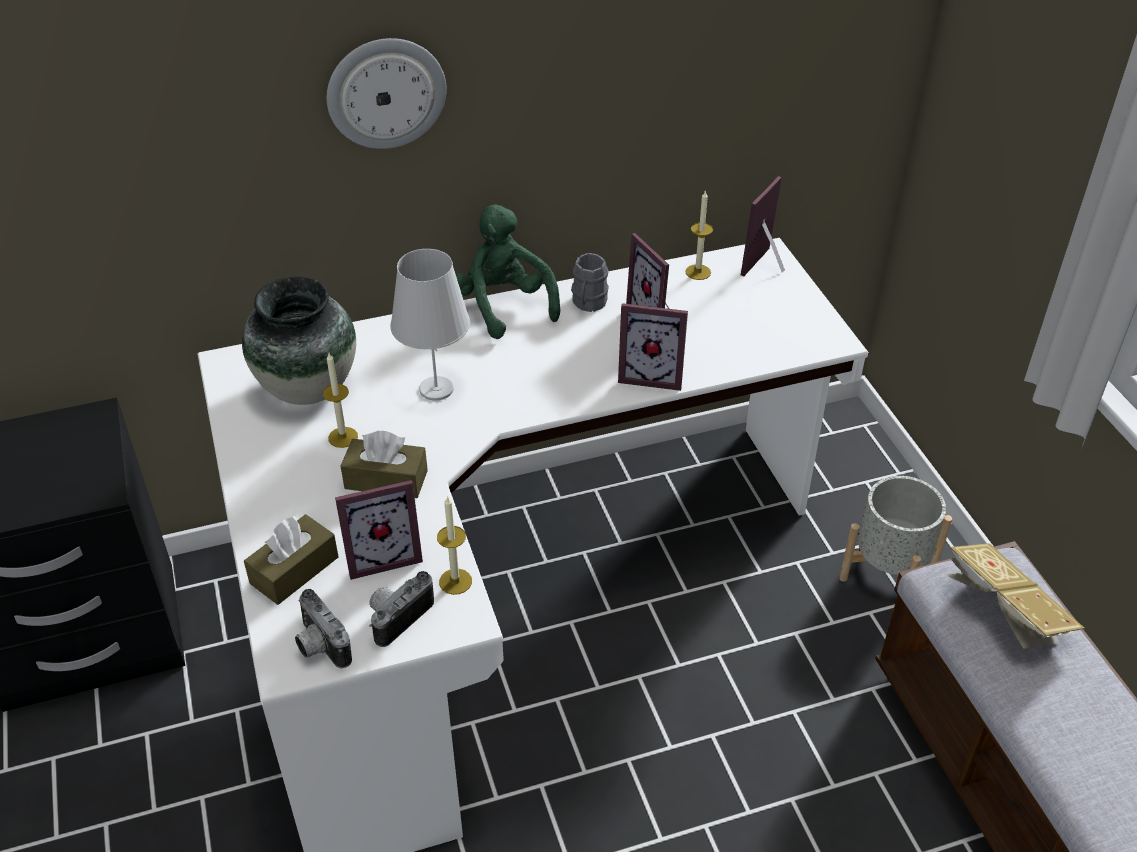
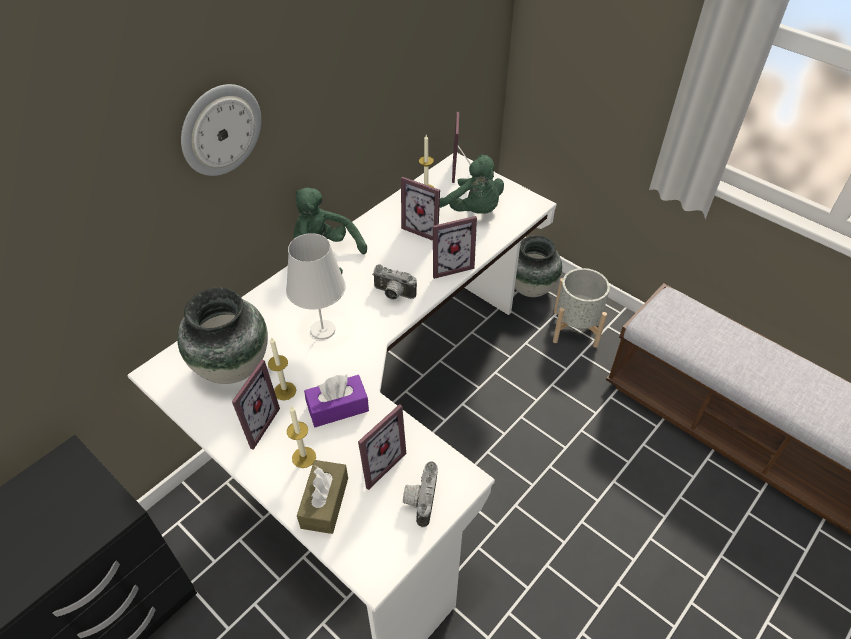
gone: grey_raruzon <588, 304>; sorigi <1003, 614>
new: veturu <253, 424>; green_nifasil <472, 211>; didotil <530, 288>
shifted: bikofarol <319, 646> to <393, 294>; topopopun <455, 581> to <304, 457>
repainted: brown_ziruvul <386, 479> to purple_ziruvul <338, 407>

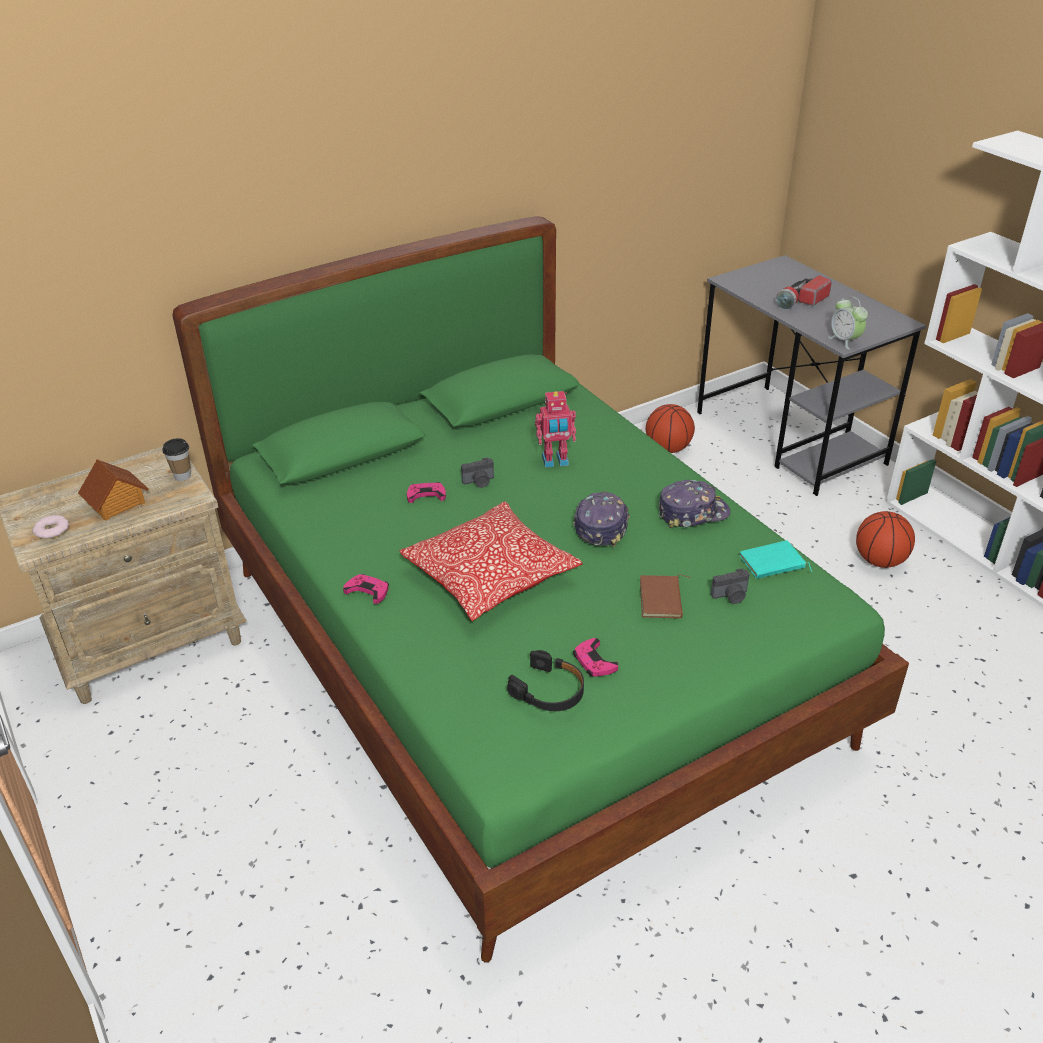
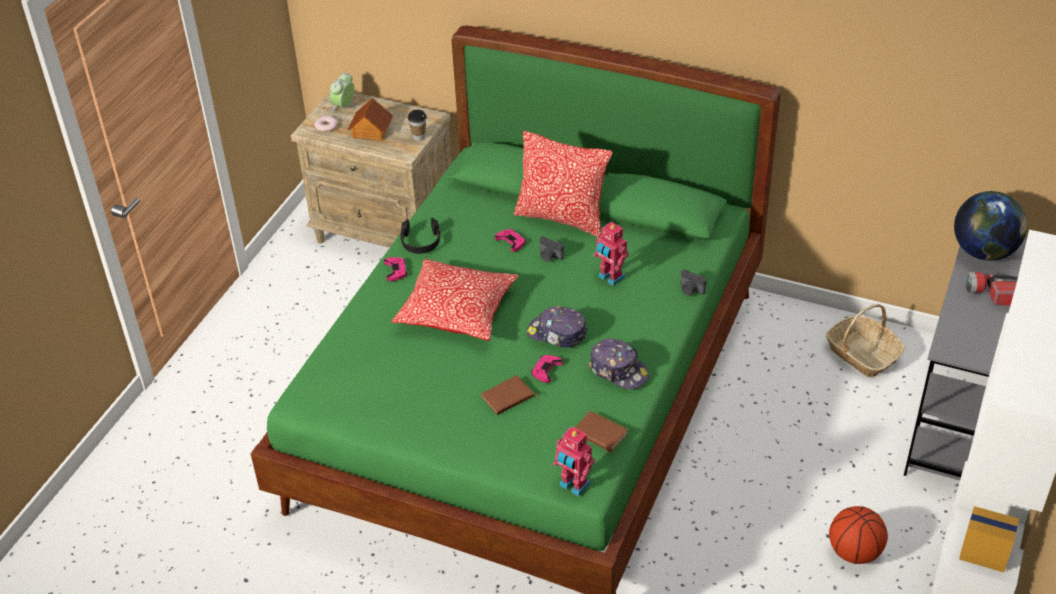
new: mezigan <562, 218>; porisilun <573, 485>; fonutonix <984, 252>
shifted: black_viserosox <549, 690> to <420, 241>; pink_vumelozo <594, 661> to <546, 370>; bikofarol <731, 596> to <690, 290>; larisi <844, 341> to <343, 106>
swapped: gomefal <668, 449> to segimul <862, 354>
repainted: turquoise_sorigi <772, 564> to brown_sorigi <599, 435>
rotated: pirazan <601, 525> = <557, 334> 135 degrees counterclockwise

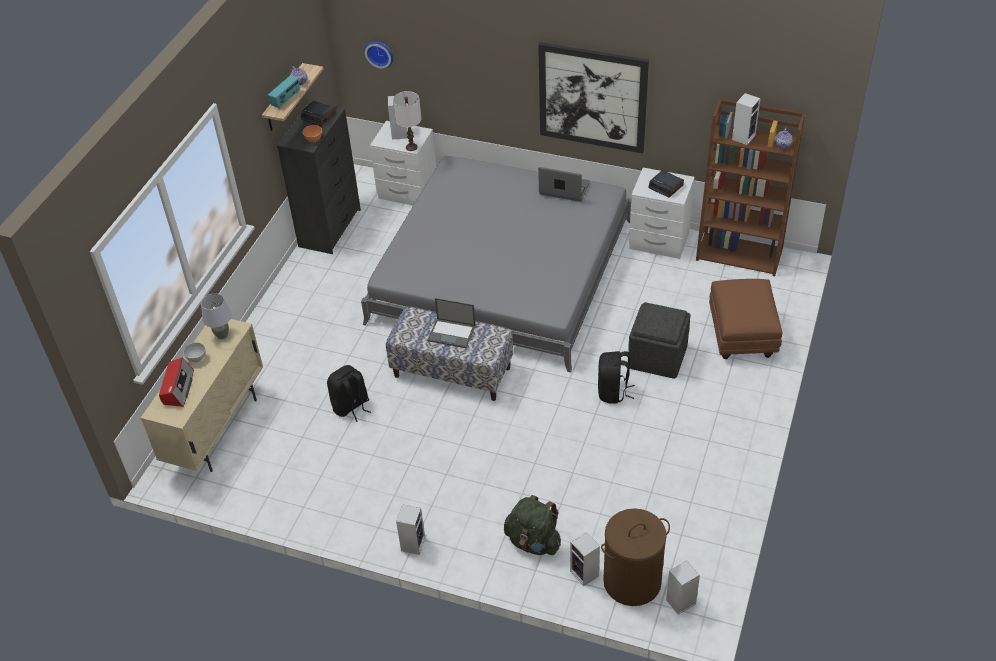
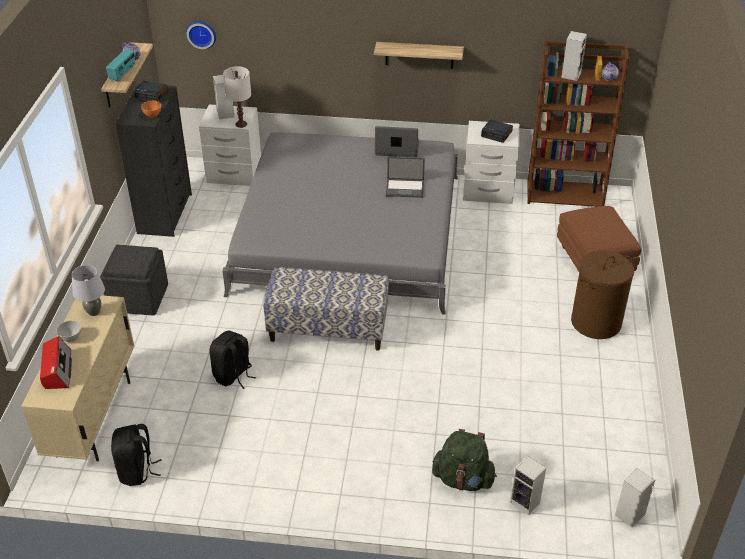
gone: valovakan <413, 543>
shifted: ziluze <452, 333> to <405, 188>; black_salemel <613, 392> to <137, 471>; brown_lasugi <632, 582> to <596, 322>; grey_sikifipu <657, 356> to <138, 297>
swapped: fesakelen <592, 97> to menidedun <419, 55>

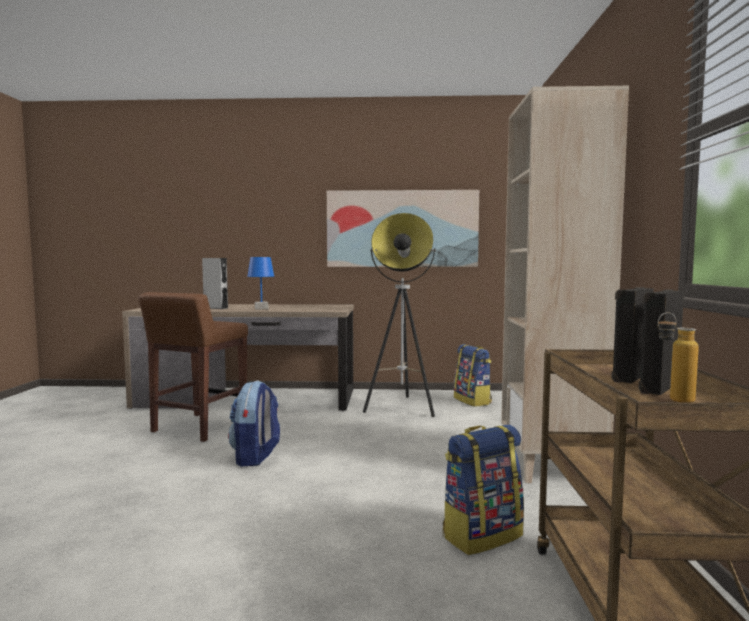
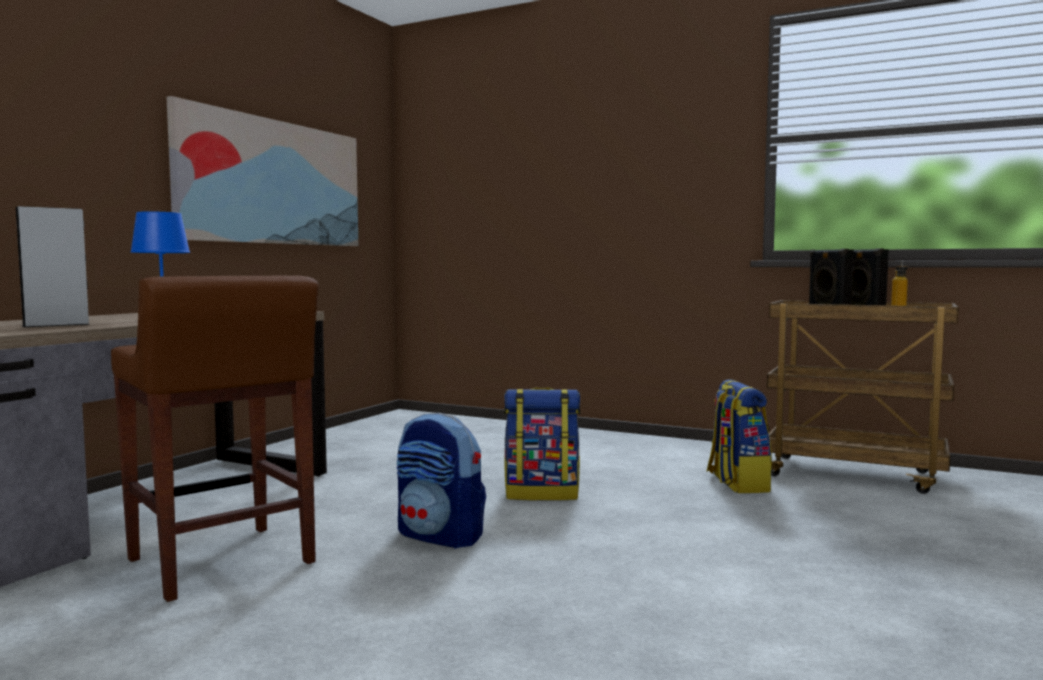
gone: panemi <402, 407>; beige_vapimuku <551, 465>
shifted: salemel <473, 401> to <542, 493>

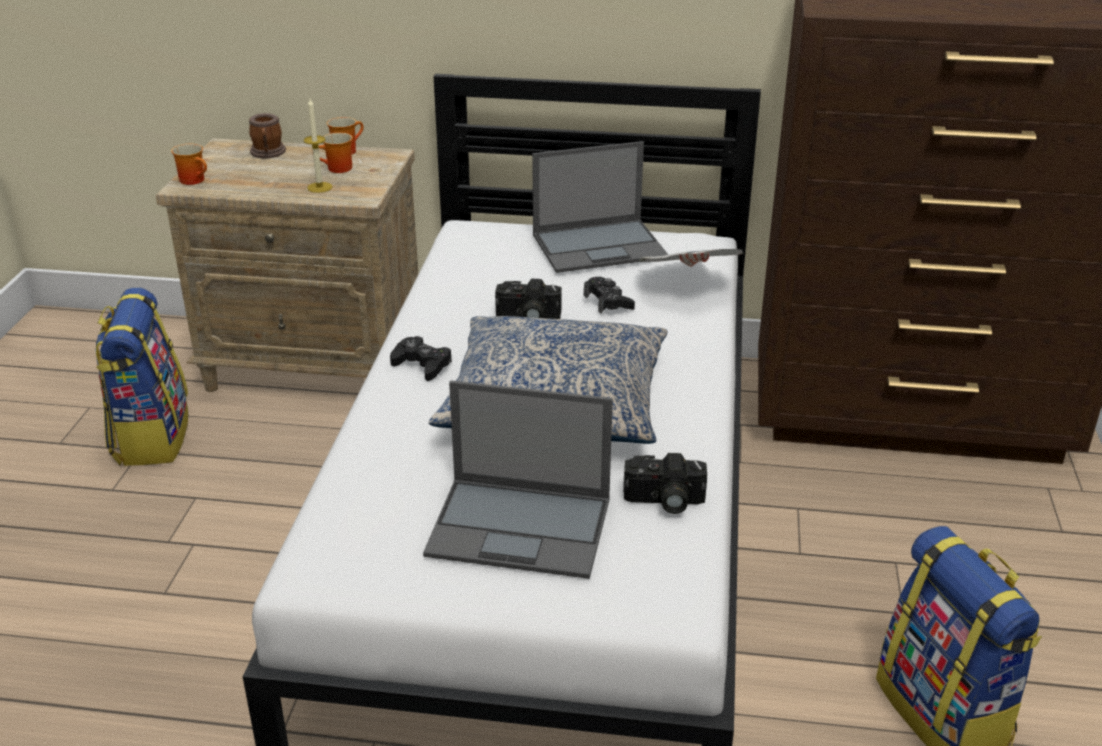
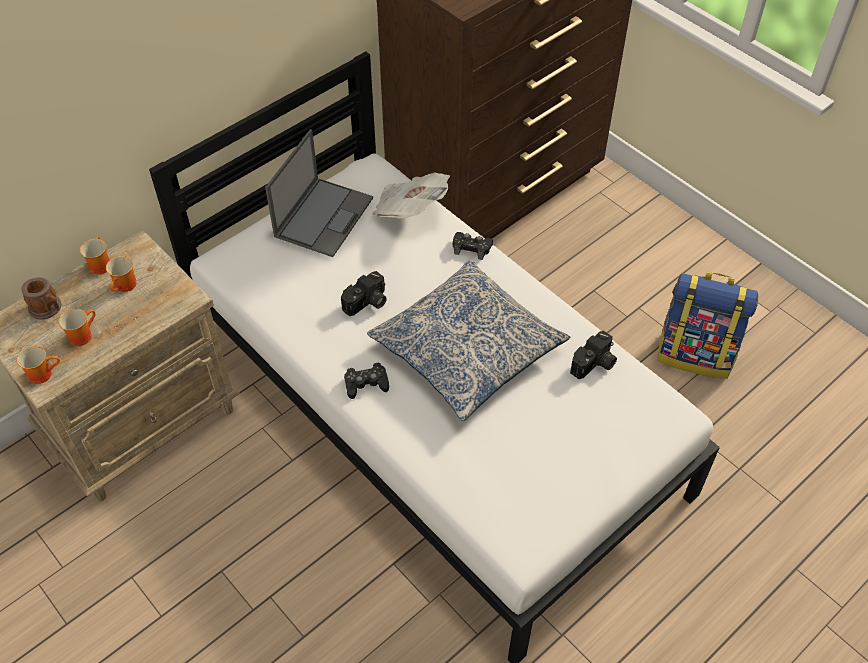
gone: salemel <151, 436>; topopopun <319, 187>; ziluze <522, 527>
new: raruzon <81, 335>
shifted: black_vumelozo <608, 302> to <471, 248>

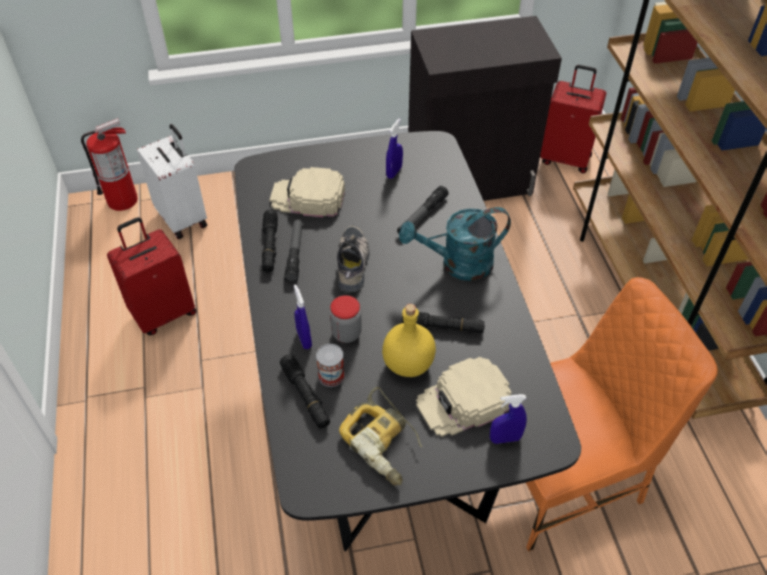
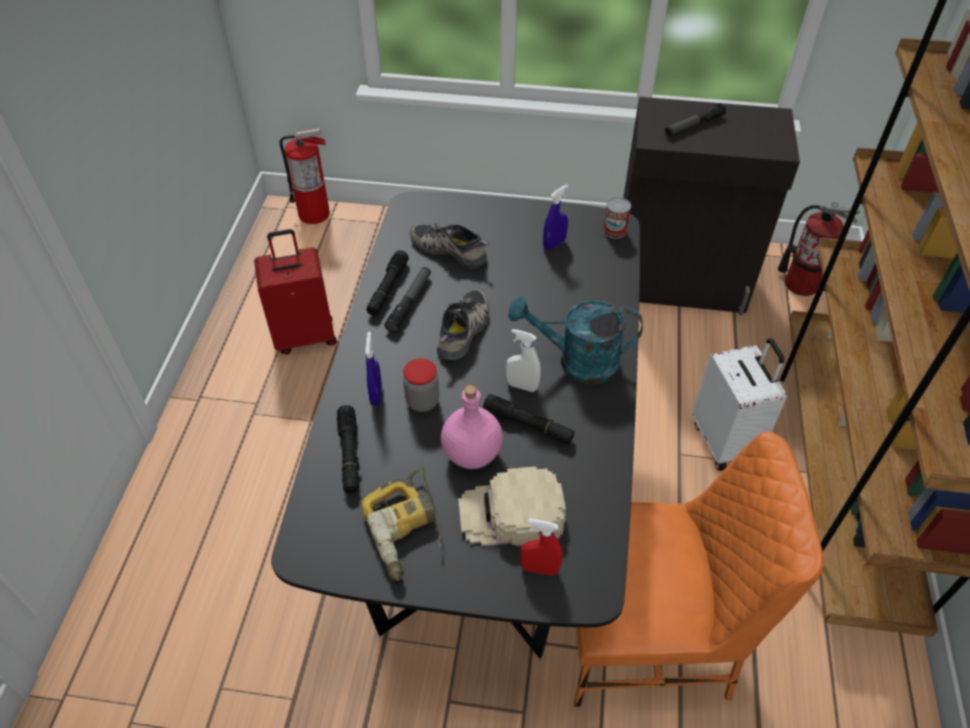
new: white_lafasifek <522, 386>
shifted: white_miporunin <183, 218> to <725, 441>; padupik <331, 376> to <614, 230>; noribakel <422, 215> to <693, 125>
swapped: beige_pirazan <308, 198> to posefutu <450, 249>; red_miporunin <565, 158> to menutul <801, 283>
repainted: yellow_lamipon <407, 364> to pink_lamipon <471, 454>; blue_lafasifek <505, 439> to red_lafasifek <539, 569>

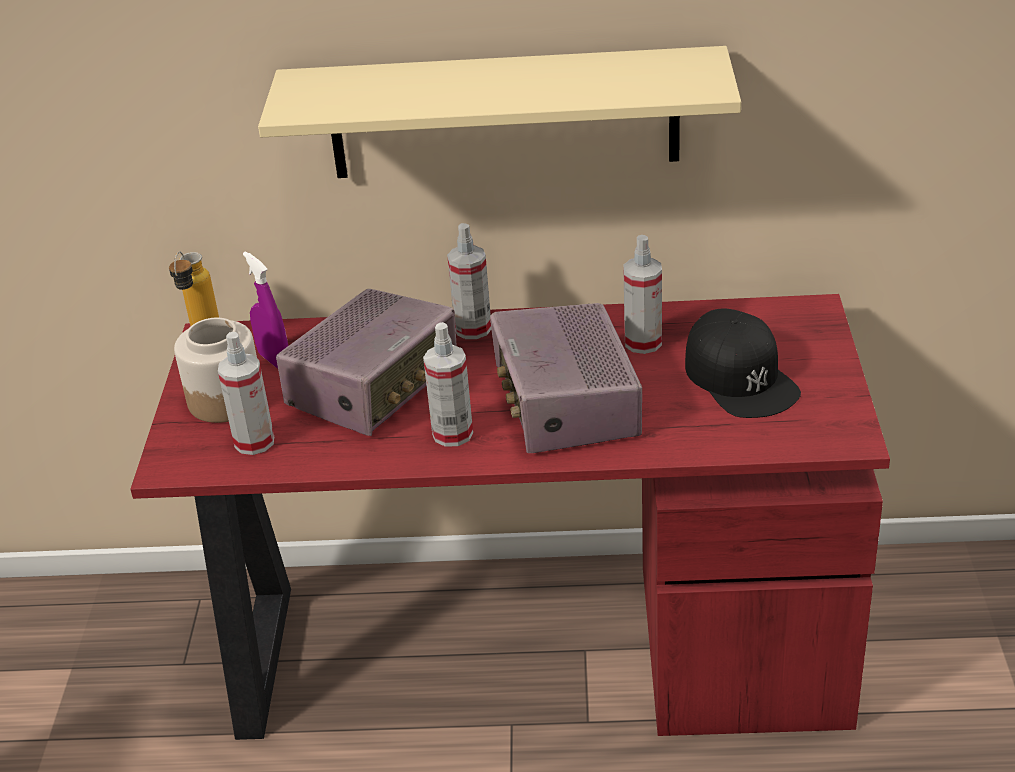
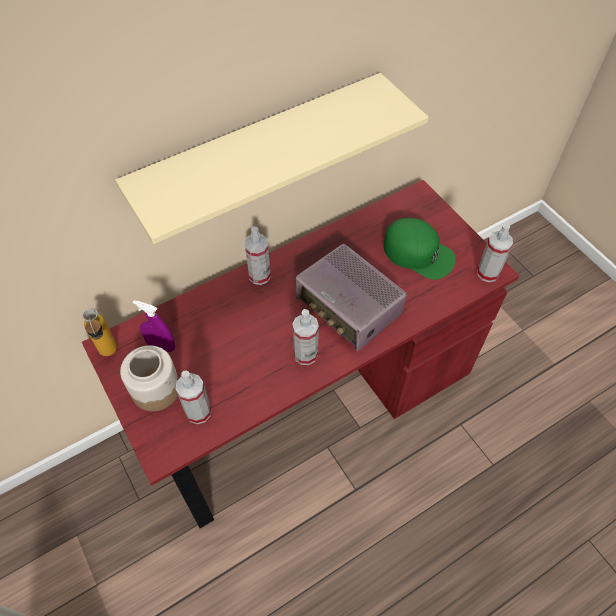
gone: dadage <374, 387>
shifted: lafasifek <643, 342> to <487, 273>
repainted: black_pirazan <740, 377> to green_pirazan <418, 253>

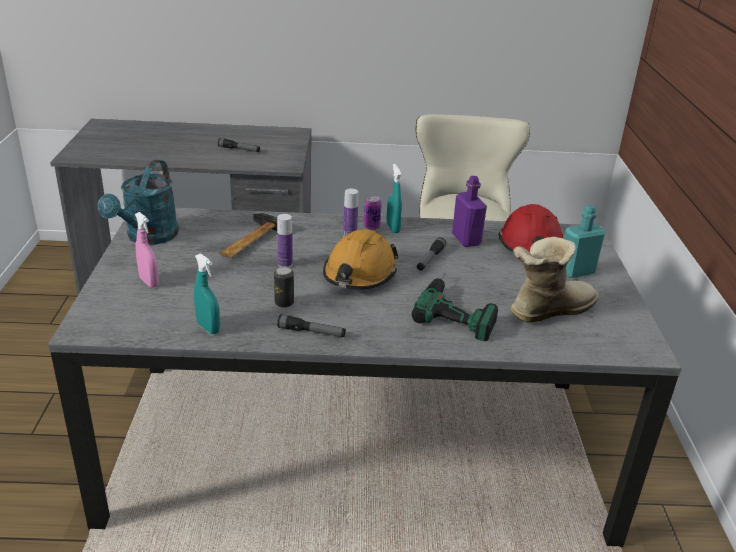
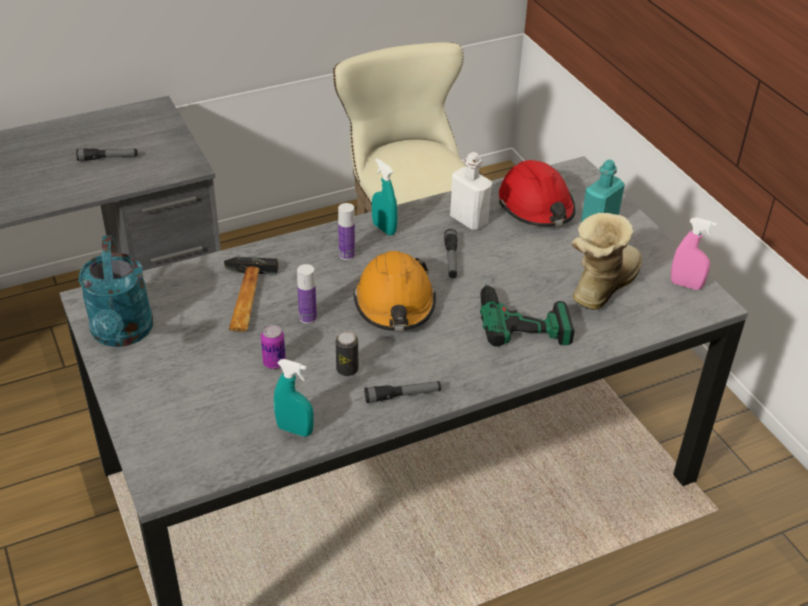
shifted: pink_lafasifek <149, 282> to <686, 285>; padupik <371, 227> to <274, 362>
repainted: purple_lamipon <466, 240> to white_lamipon <468, 220>

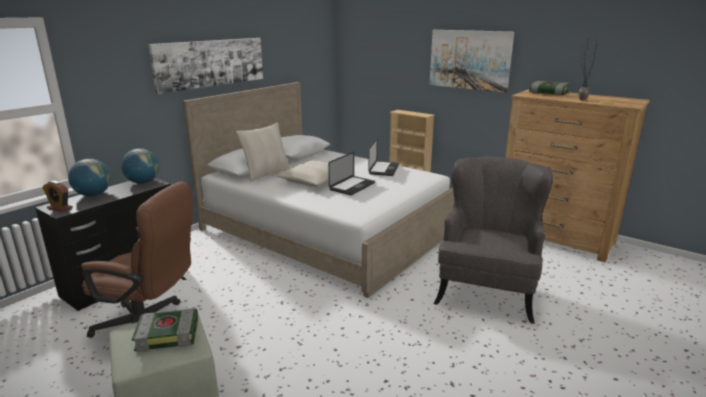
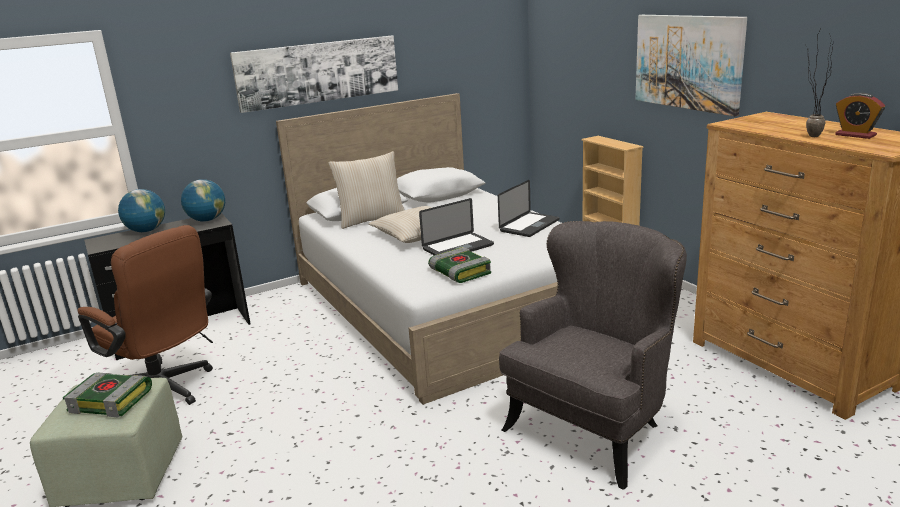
shifted: larisi <60, 208> to <855, 135>; sorigi <547, 93> to <459, 272>

